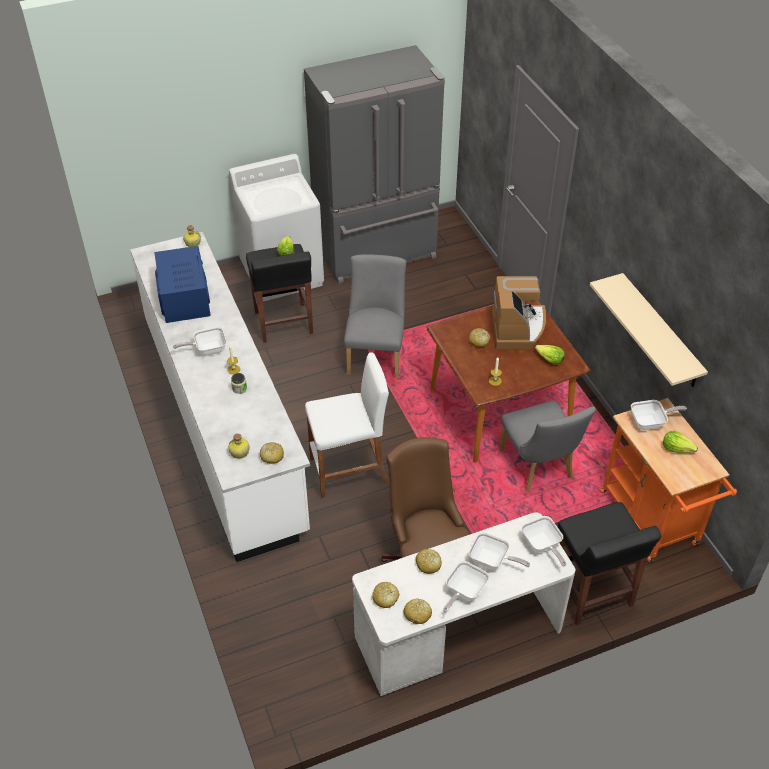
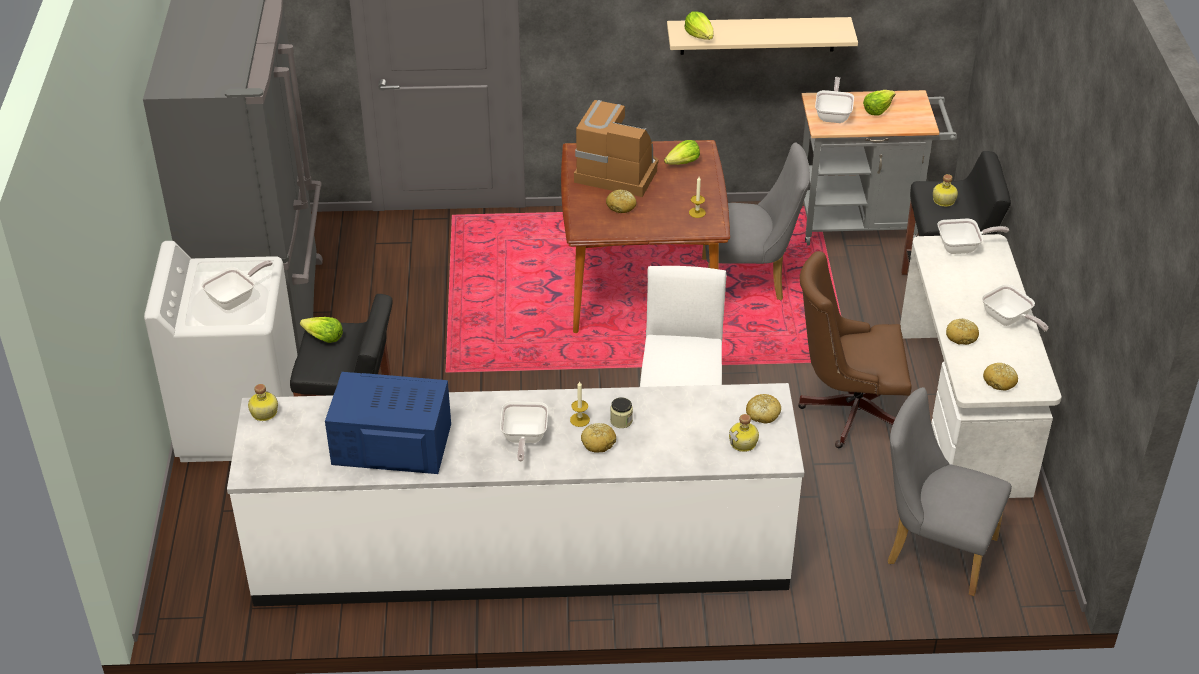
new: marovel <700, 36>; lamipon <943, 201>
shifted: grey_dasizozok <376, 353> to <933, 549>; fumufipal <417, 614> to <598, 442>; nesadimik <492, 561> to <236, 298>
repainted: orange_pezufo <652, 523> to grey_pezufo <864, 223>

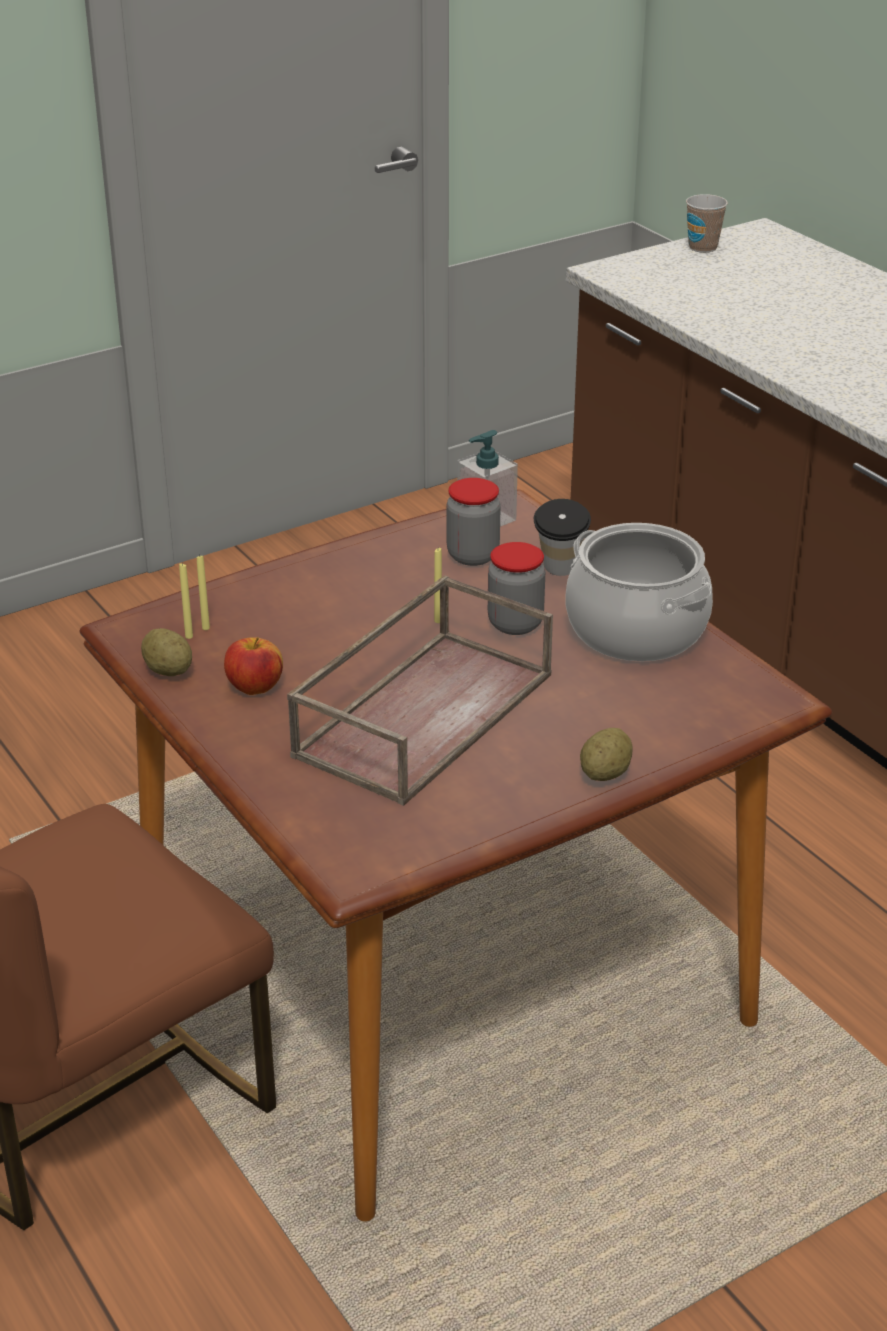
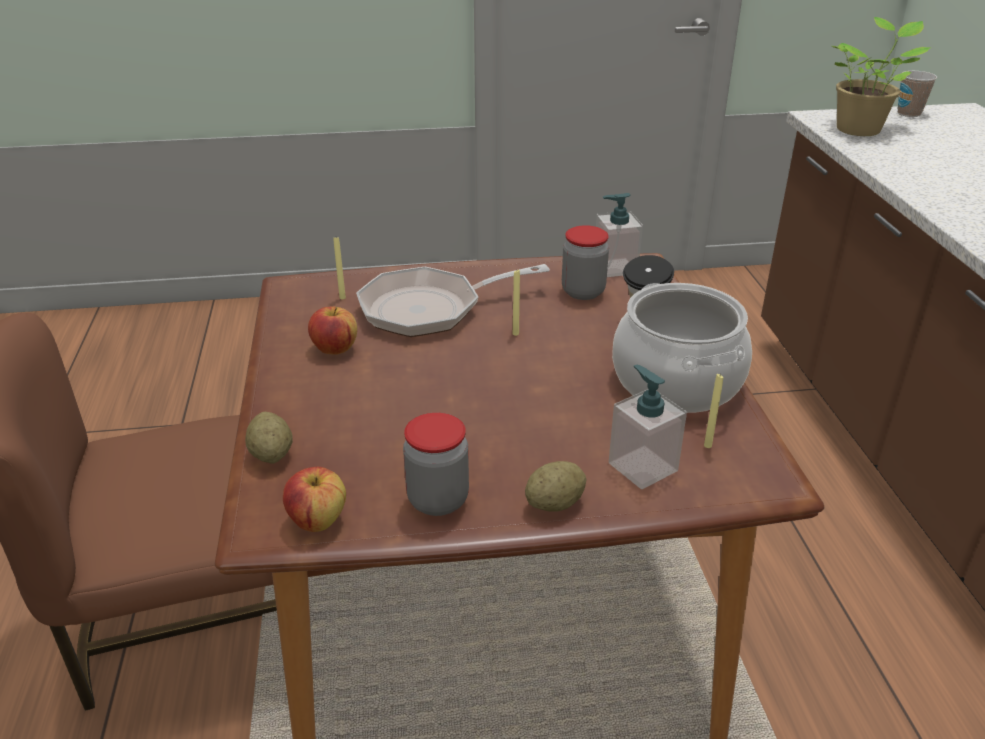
gone: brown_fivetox <424, 712>
new: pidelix <317, 520>; nesadimik <430, 309>; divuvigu <642, 467>; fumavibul <860, 129>
shifted: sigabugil <168, 670> to <271, 454>; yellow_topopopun <189, 636> to <707, 445>; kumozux <515, 624> to <438, 500>

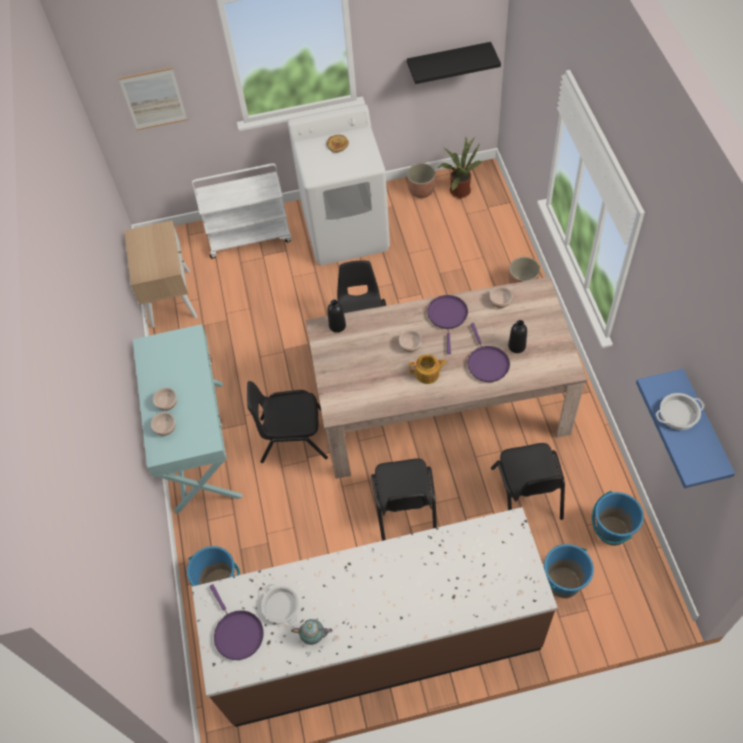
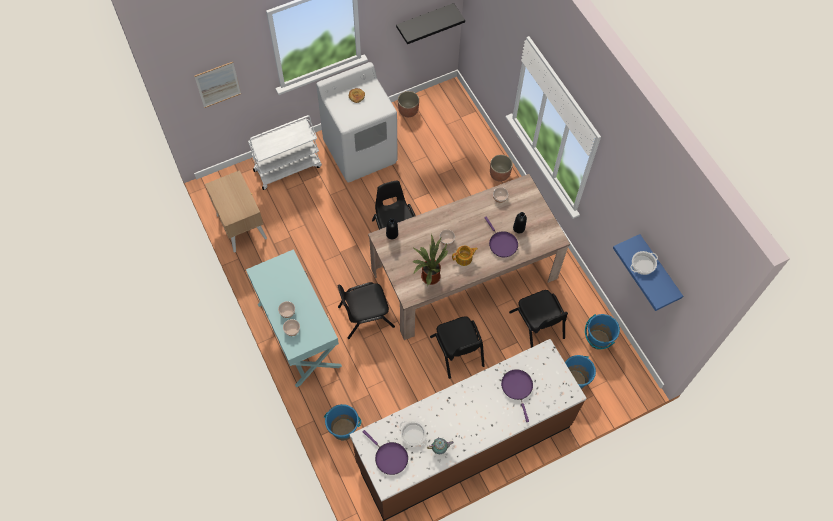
shifted: purple_nesadimik <448, 316> to <517, 388>; fumavibul <458, 190> to <429, 275>

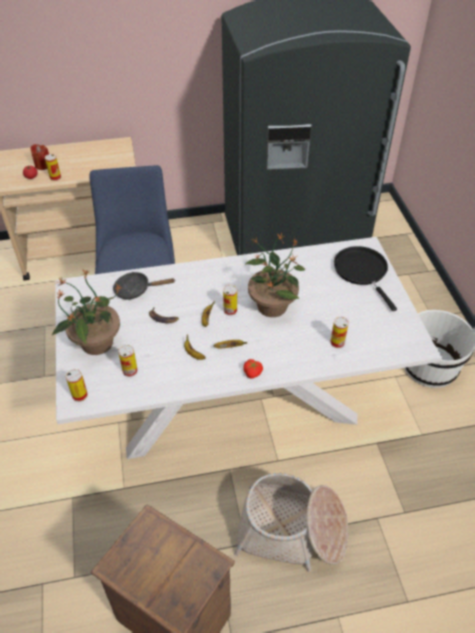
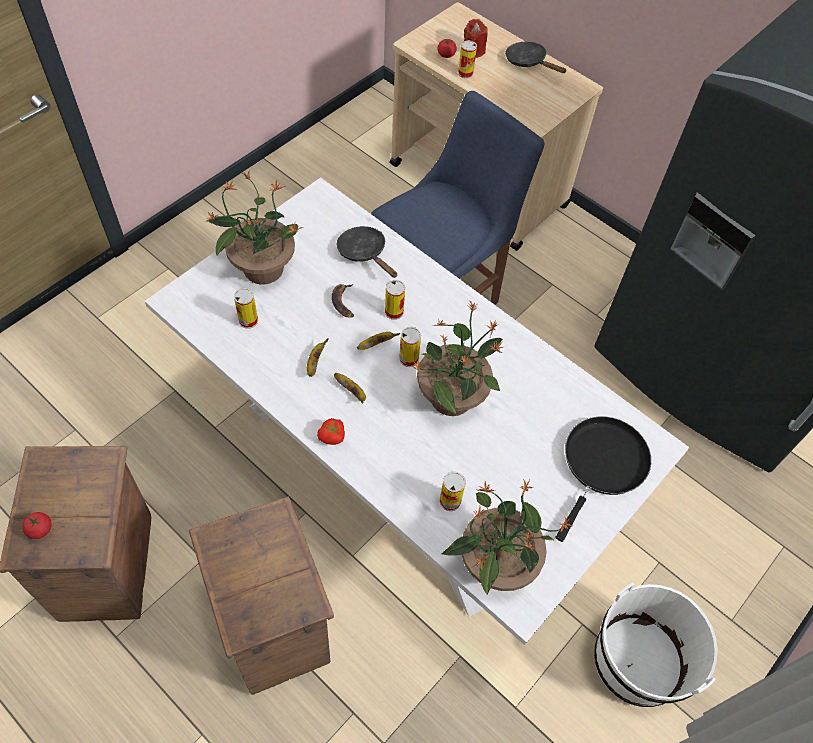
new: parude <40, 529>; fumavibul <495, 564>; black_nesadimik <528, 62>
shifted: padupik <80, 395> to <394, 312>
swapped: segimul <292, 530> to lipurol <274, 624>

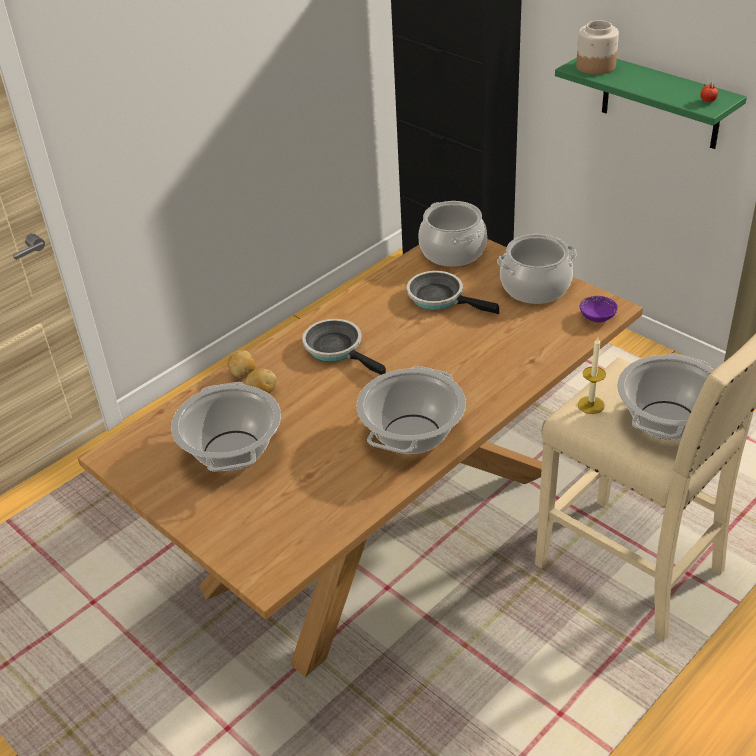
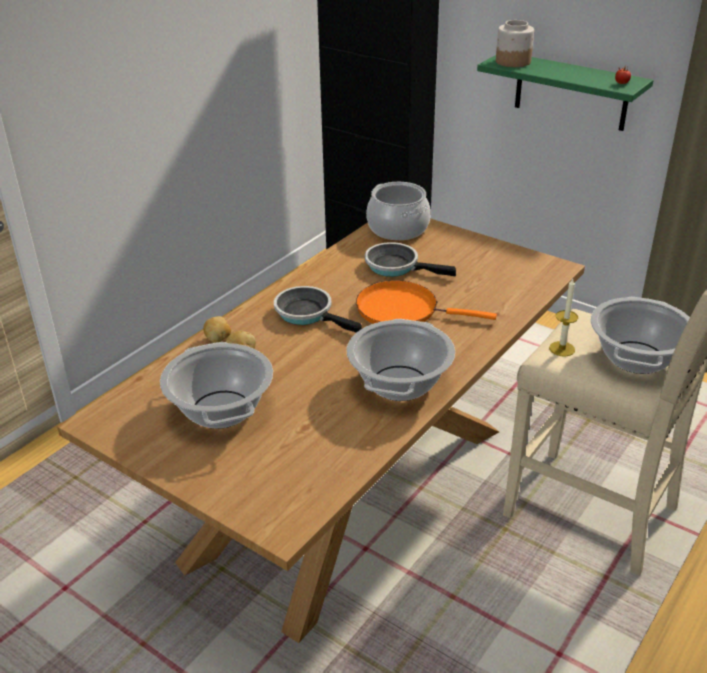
gone: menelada <535, 287>; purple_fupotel <597, 317>
new: orange_nesadimik <402, 310>

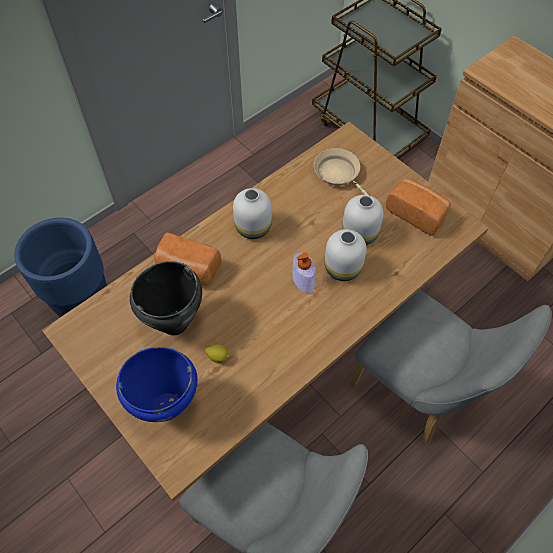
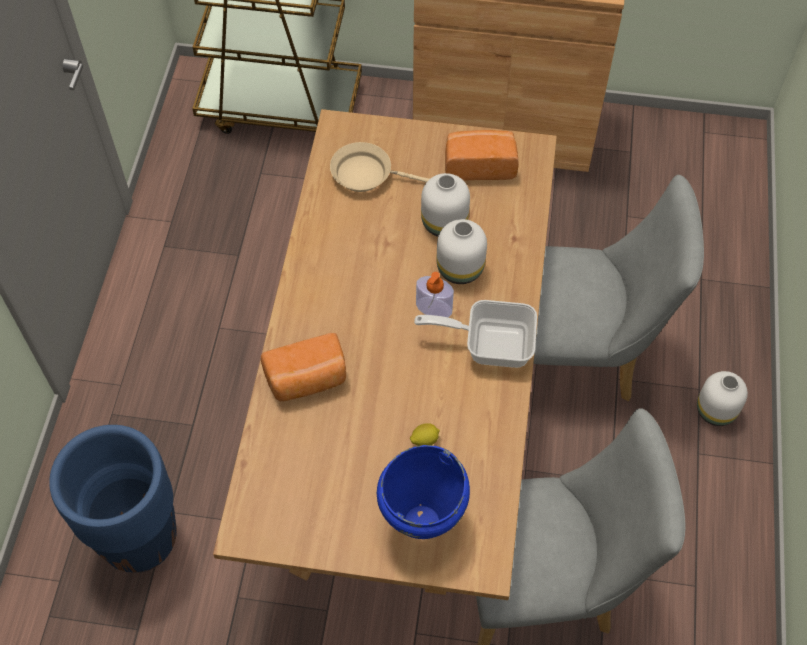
gone: black_menelada <174, 323>
new: nesadimik <489, 343>
shifted: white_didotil <253, 227> to <715, 409>

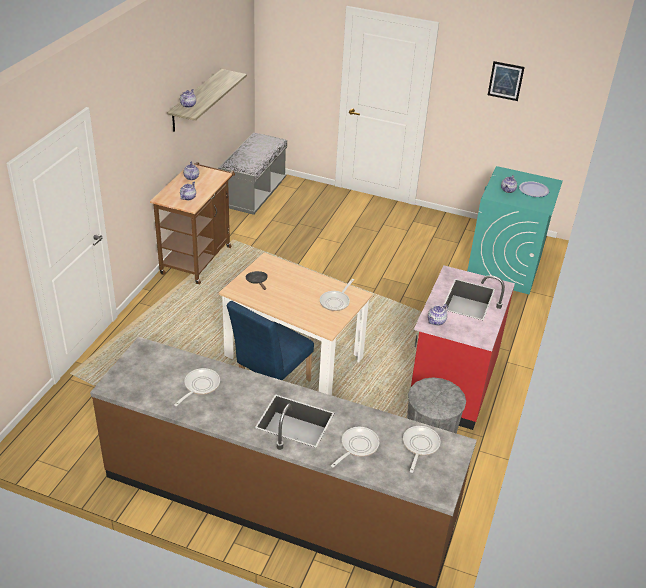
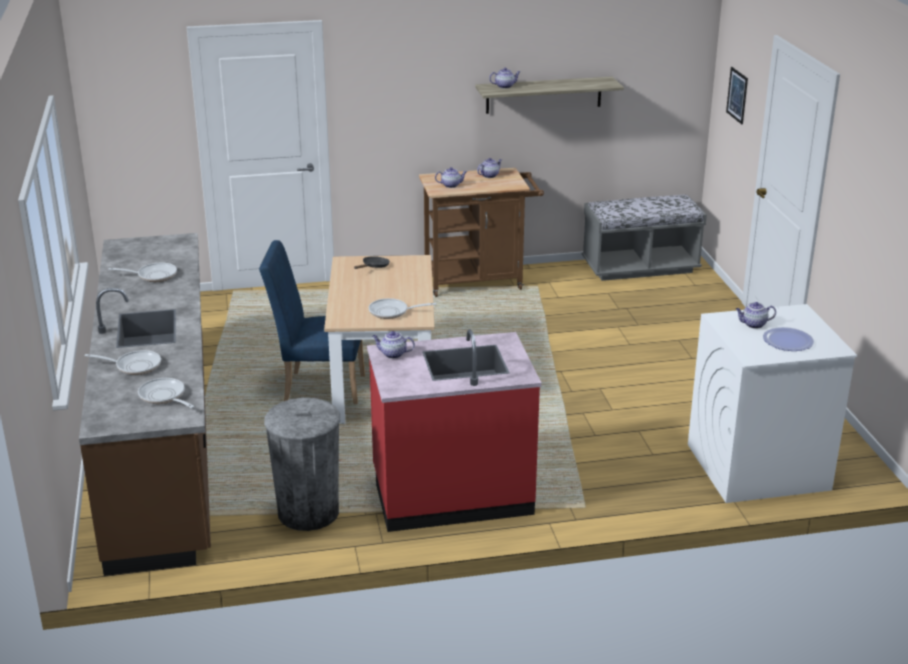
shifted: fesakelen <505, 81> to <737, 95>
repainted: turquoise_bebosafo <504, 268> to white_bebosafo <757, 467>
rotated: nesadimik <419, 446> = <164, 397> 120 degrees counterclockwise

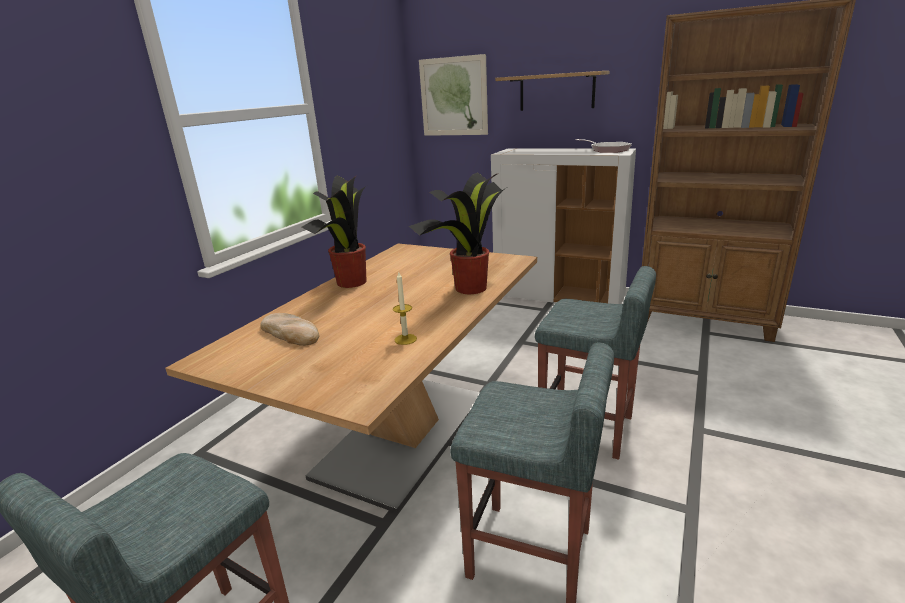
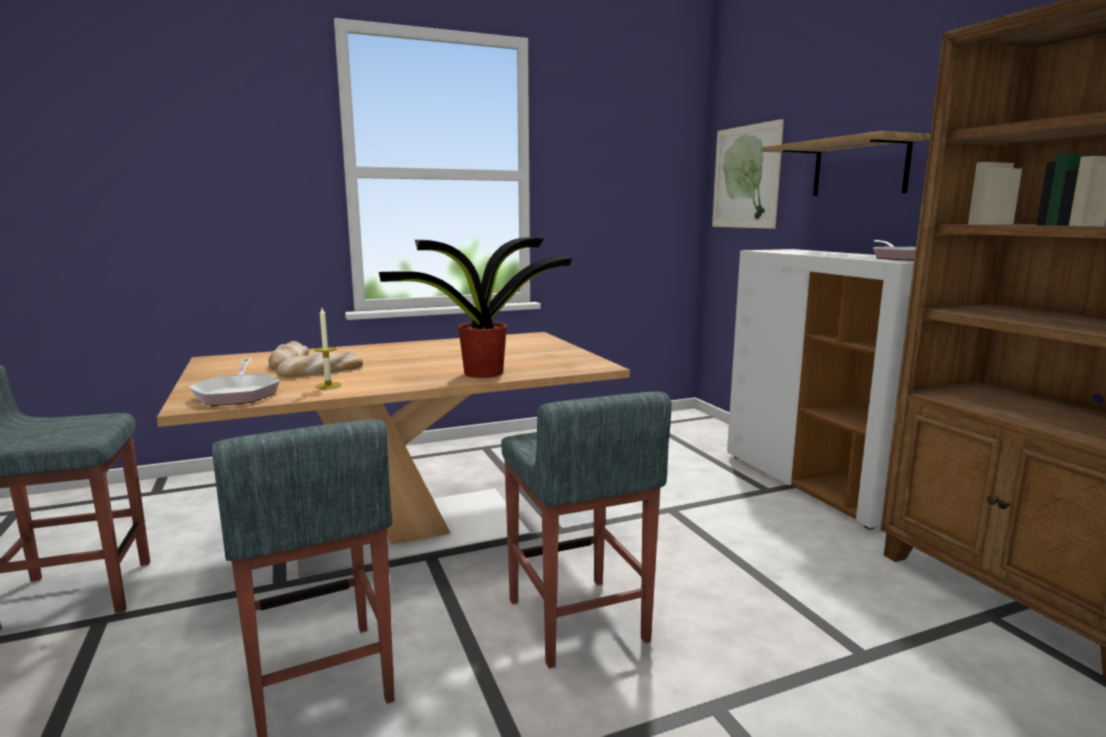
gone: fumavibul <351, 283>
new: nesadimik <238, 394>; fumufipal <321, 370>

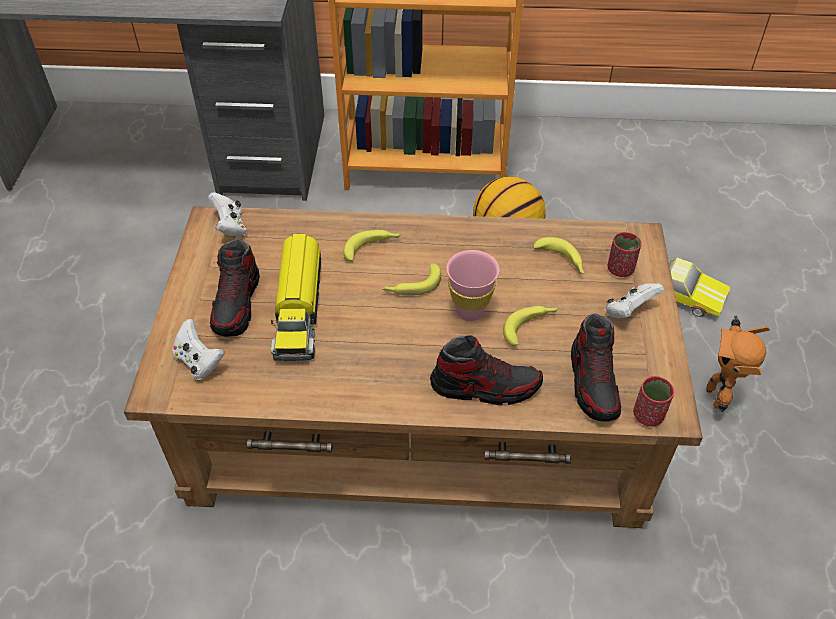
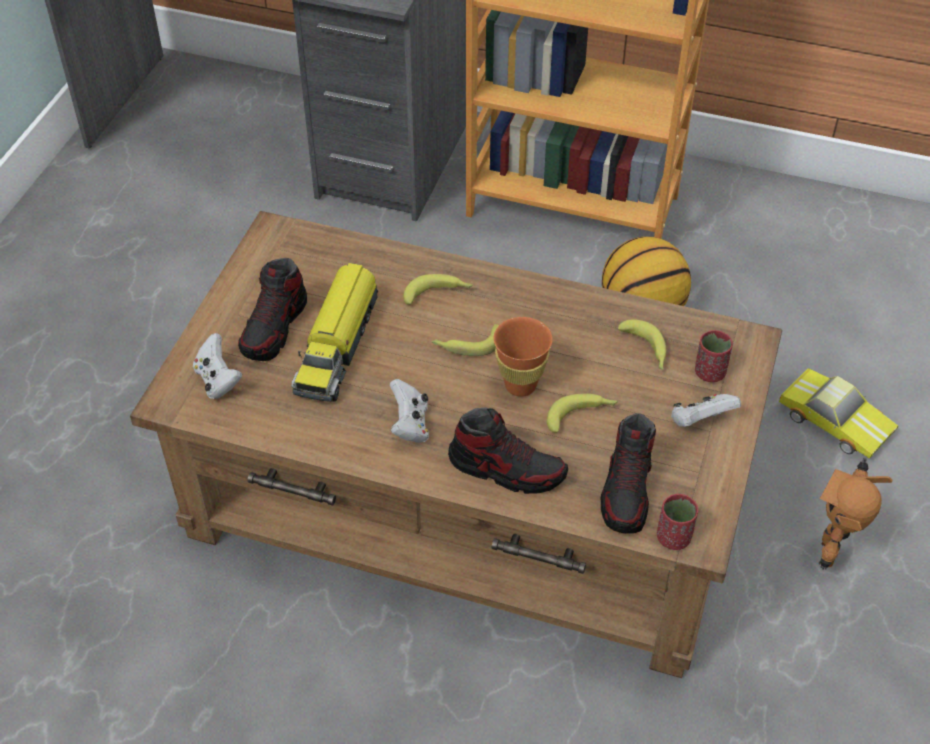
shifted: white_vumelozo <230, 227> to <410, 425>
repainted: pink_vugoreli <470, 311> to orange_vugoreli <520, 385>

